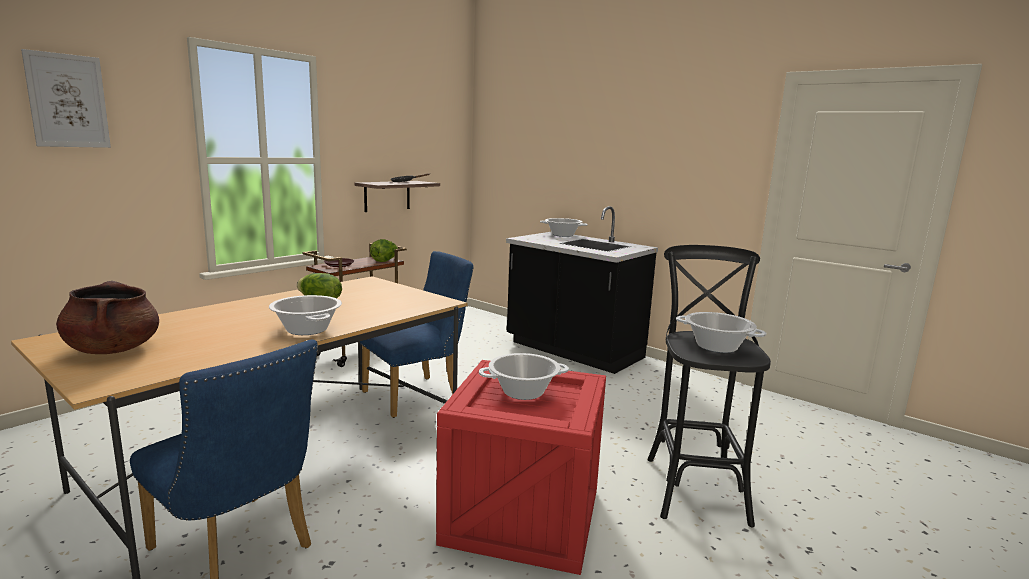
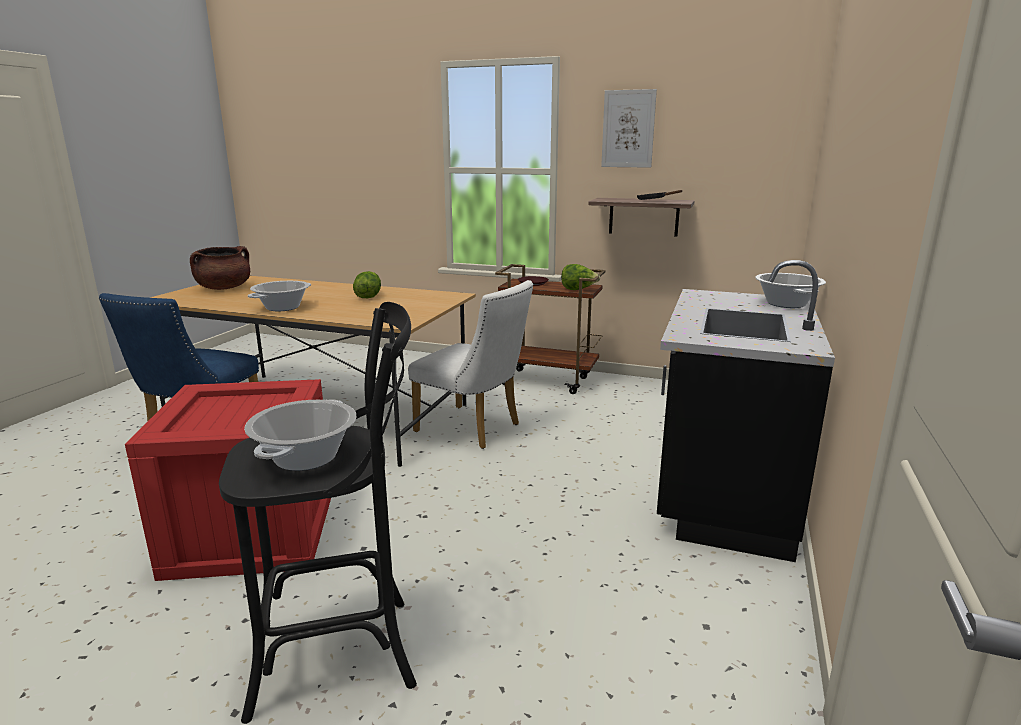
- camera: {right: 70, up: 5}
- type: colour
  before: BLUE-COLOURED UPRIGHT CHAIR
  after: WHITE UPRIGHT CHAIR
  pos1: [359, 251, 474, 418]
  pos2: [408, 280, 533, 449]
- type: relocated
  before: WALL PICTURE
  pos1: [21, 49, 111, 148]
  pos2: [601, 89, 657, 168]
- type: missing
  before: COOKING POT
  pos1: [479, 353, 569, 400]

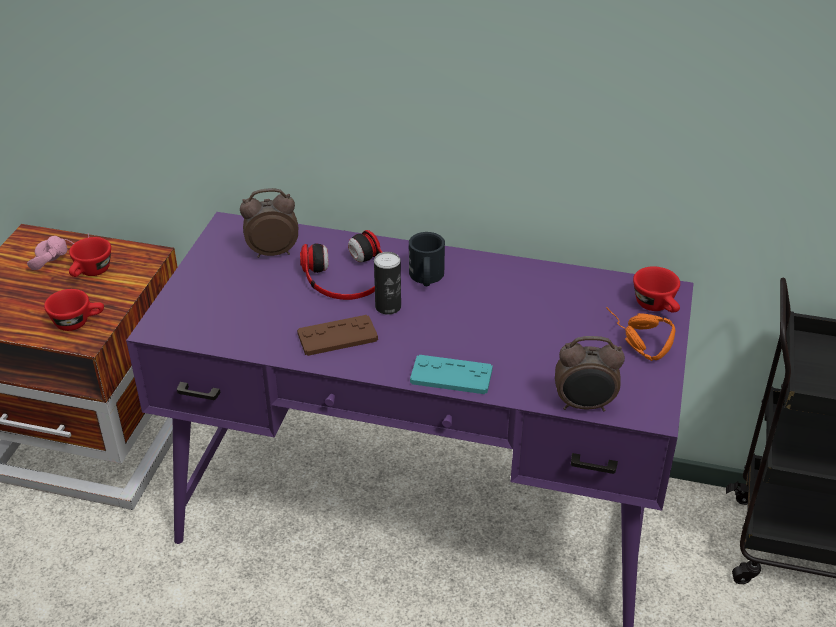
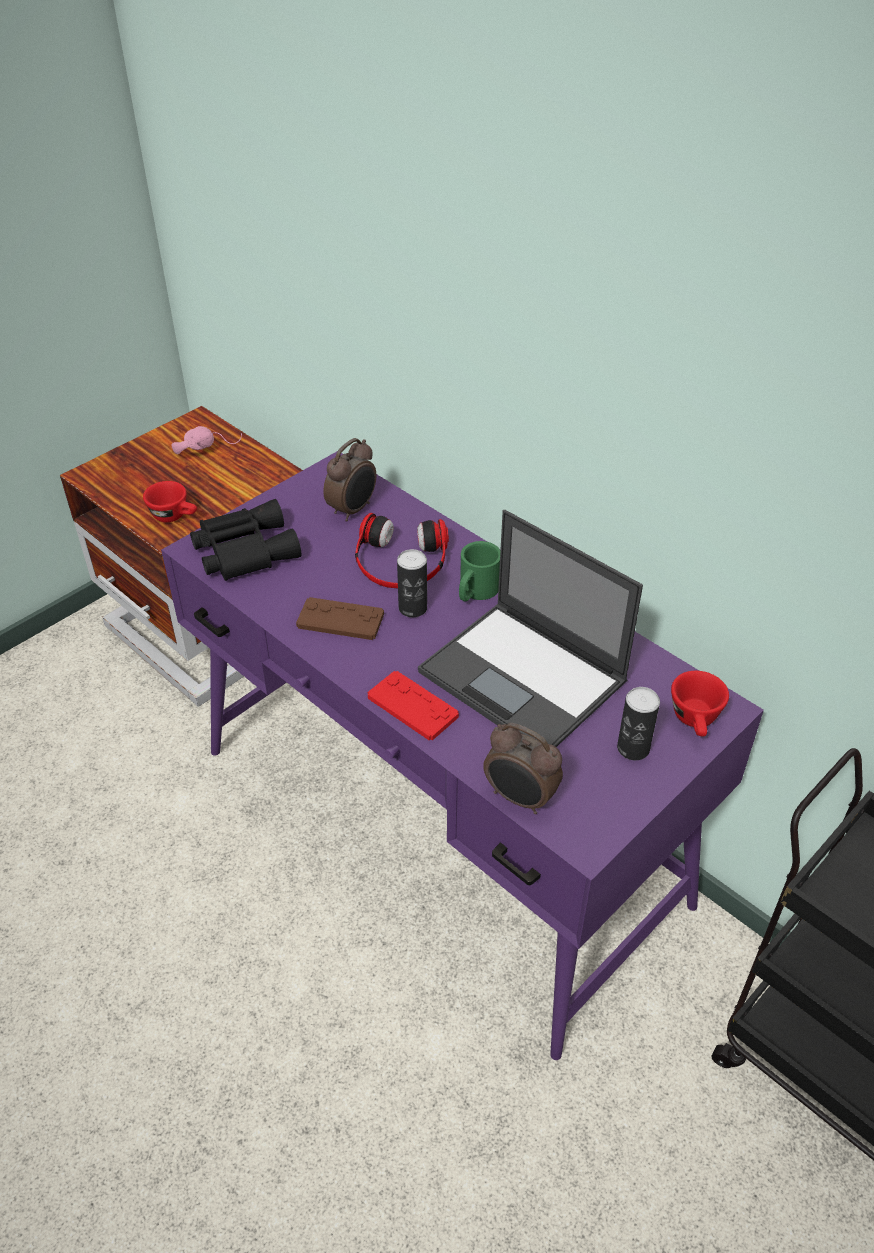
- camera: {right: 30, up: 5}
- type: appeared
  after: BLACK FIELD GLASSES
  pos2: [190, 499, 301, 581]
- type: spun
  before: TABLE CLOCK
  pos1: [240, 188, 298, 258]
  pos2: [323, 438, 376, 522]
  turn: 105
- type: colour
  before: TURQUOISE-COLOURED GAME CONTROLLER
  after: RED-COLOURED GAME CONTROLLER
  pos1: [410, 355, 493, 394]
  pos2: [368, 671, 459, 741]
- type: appeared
  after: NOTEBOOK COMPUTER
  pos2: [418, 510, 643, 747]
- type: colour
  before: BLACK TEA MUG
  after: GREEN-COLOURED TEA MUG
  pos1: [409, 232, 445, 286]
  pos2: [459, 541, 500, 602]
- type: exchanged
  before: ORANGE PAIR OF HEADPHONES
  after: SEALED CAN
  pos1: [606, 307, 675, 361]
  pos2: [617, 687, 660, 760]
- type: missing
  before: RED-COLOURED CUP
  pos1: [69, 237, 111, 277]

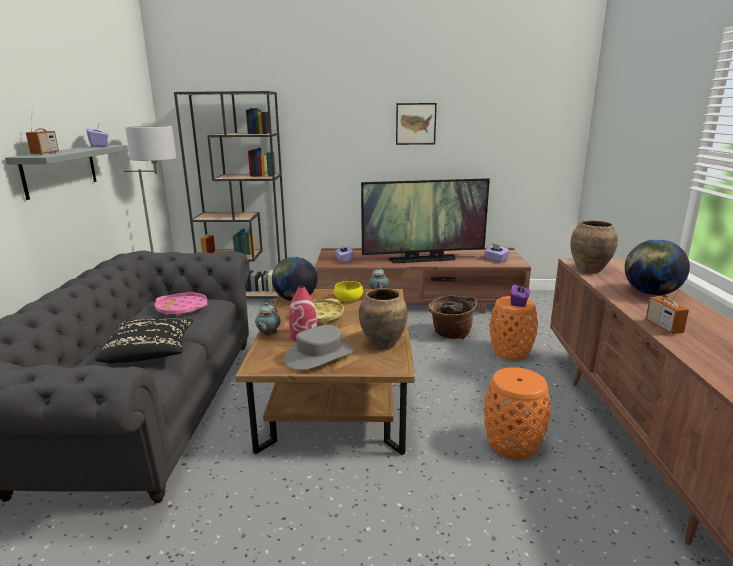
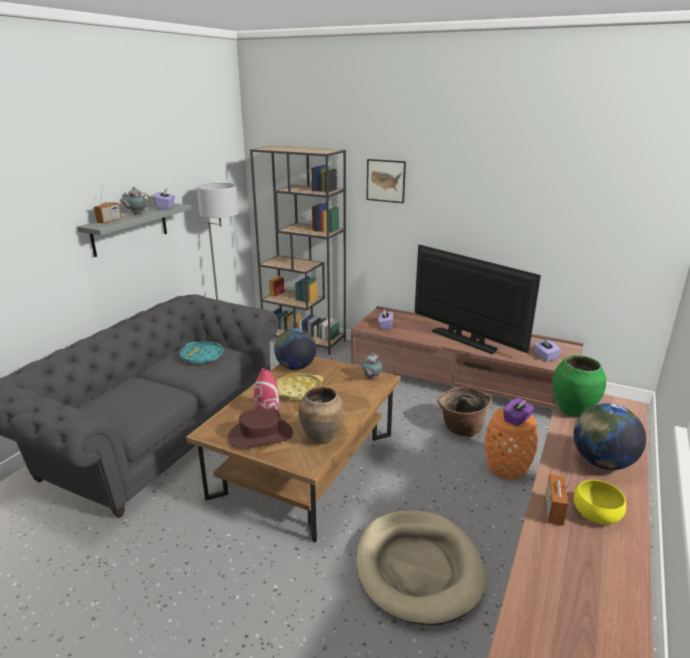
- camera: {right: 25, up: 5}
- type: relocated
  before: TEA POT
  pos1: [255, 303, 281, 336]
  pos2: [120, 187, 150, 215]
- type: colour
  before: PINK TRAY
  after: TURQUOISE-COLOURED TRAY
  pos1: [155, 293, 207, 316]
  pos2: [180, 341, 224, 364]
- type: colour
  before: GRAY WEARABLE HAT
  after: BROWNISH WEARABLE HAT
  pos1: [284, 325, 354, 370]
  pos2: [228, 408, 293, 448]
- type: exchanged
  before: ORANGE STOOL SEAT
  after: BEIGE PET BED
  pos1: [484, 367, 550, 460]
  pos2: [356, 511, 485, 625]
- type: relocated
  before: WALL PICTURE
  pos1: [396, 103, 437, 145]
  pos2: [366, 159, 406, 203]
- type: spun
  before: TELEVISION
  pos1: [361, 178, 490, 263]
  pos2: [414, 245, 541, 354]
  turn: -150
- type: colour
  before: BROWNISH VASE
  after: GREEN-COLOURED VASE
  pos1: [570, 220, 618, 273]
  pos2: [552, 355, 606, 417]
- type: relocated
  before: YELLOWISH DEEP DISH
  pos1: [334, 281, 363, 302]
  pos2: [574, 480, 626, 524]
- type: missing
  before: BLACK PILLOW
  pos1: [95, 318, 193, 364]

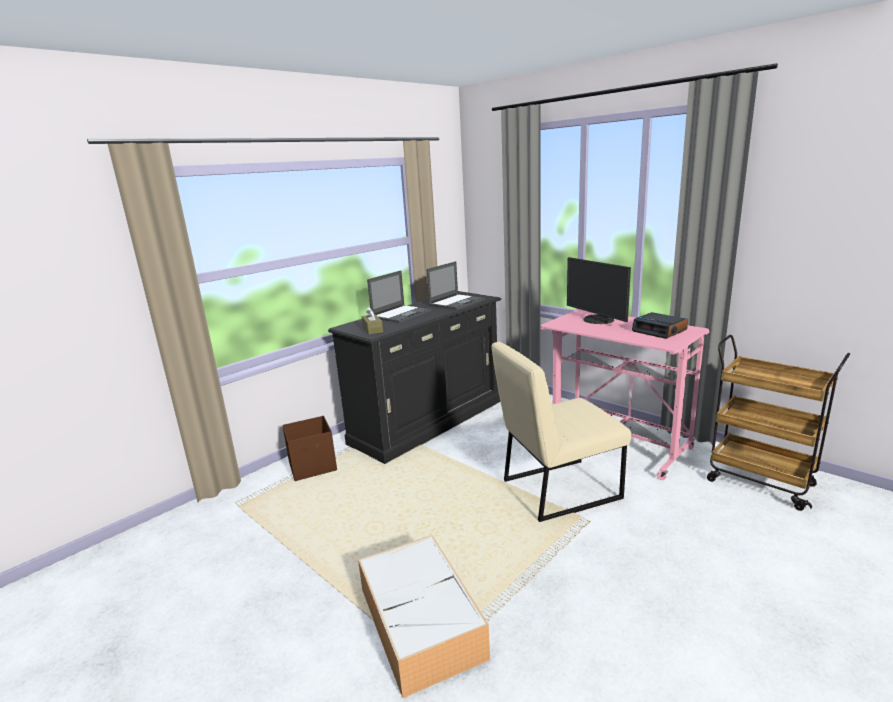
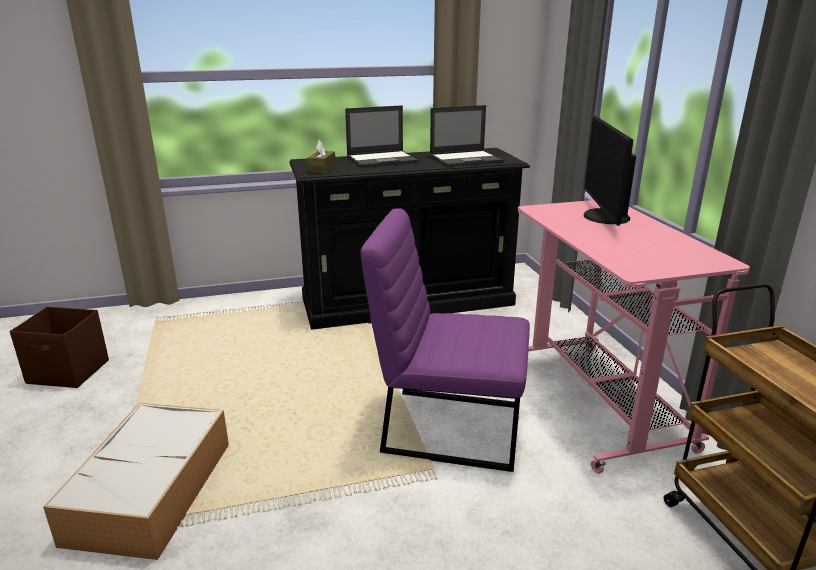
- camera: {right: 30, up: 5}
- type: relocated
  before: BROWNISH STORAGE CONTAINER
  pos1: [283, 416, 337, 481]
  pos2: [10, 307, 109, 388]
- type: colour
  before: BEIGE UPRIGHT CHAIR
  after: PURPLE UPRIGHT CHAIR
  pos1: [491, 342, 631, 522]
  pos2: [360, 208, 530, 472]
- type: missing
  before: TABLE CLOCK
  pos1: [632, 312, 688, 339]

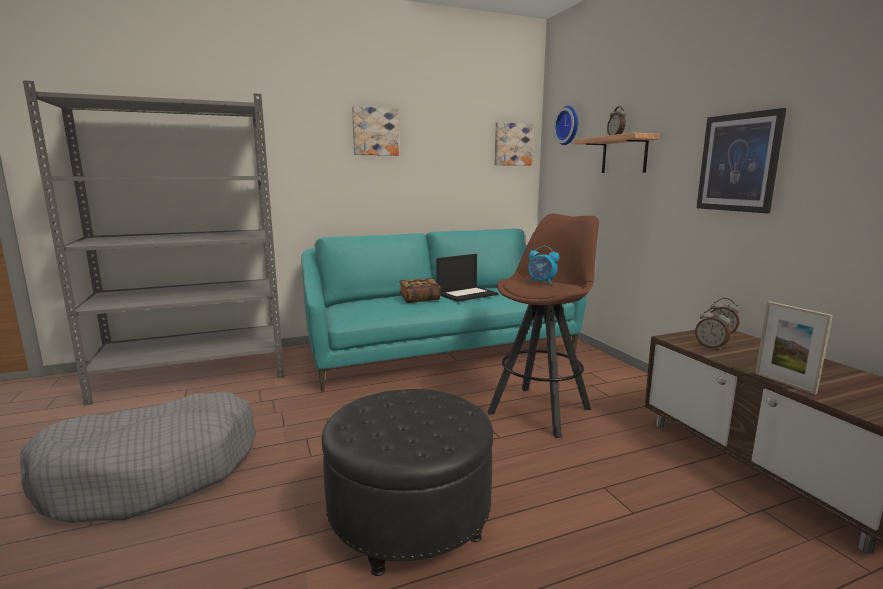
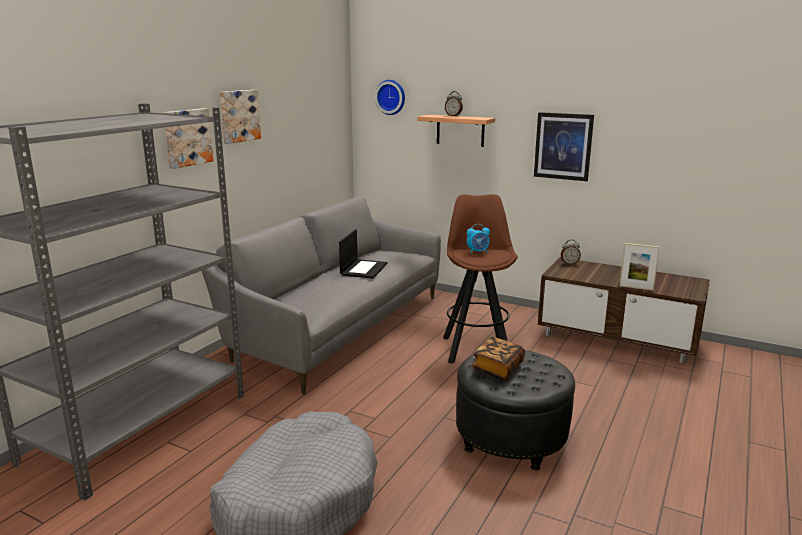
- camera: {right: -40, up: 5}
- type: relocated
  before: WALL PICTURE
  pos1: [495, 122, 533, 166]
  pos2: [163, 108, 214, 169]
- type: colour
  before: TURQUOISE-COLOURED SOFA
  after: GRAY SOFA
  pos1: [301, 229, 587, 392]
  pos2: [202, 196, 441, 394]
- type: relocated
  before: VOLUME
  pos1: [399, 278, 441, 303]
  pos2: [472, 337, 525, 380]
- type: missing
  before: TABLE CLOCK
  pos1: [695, 308, 731, 350]

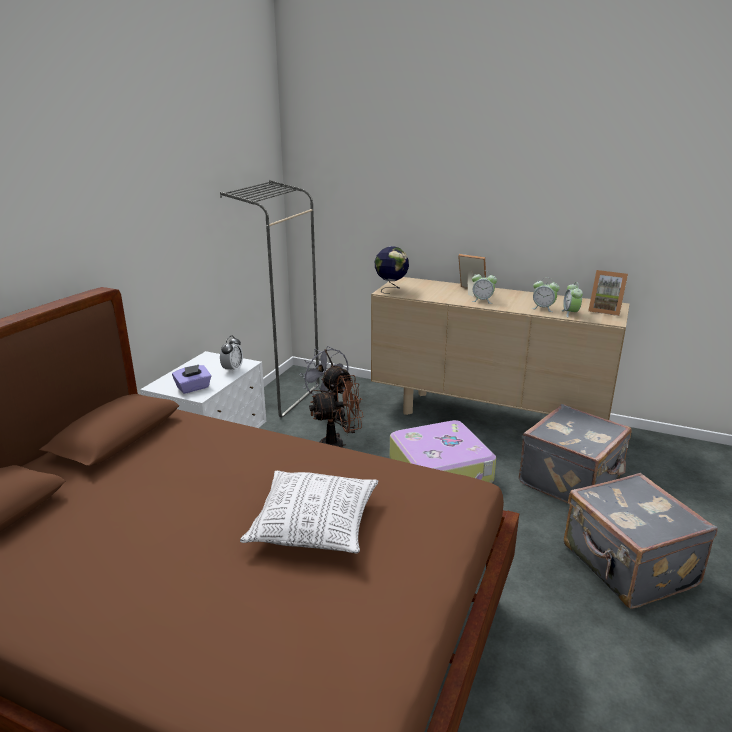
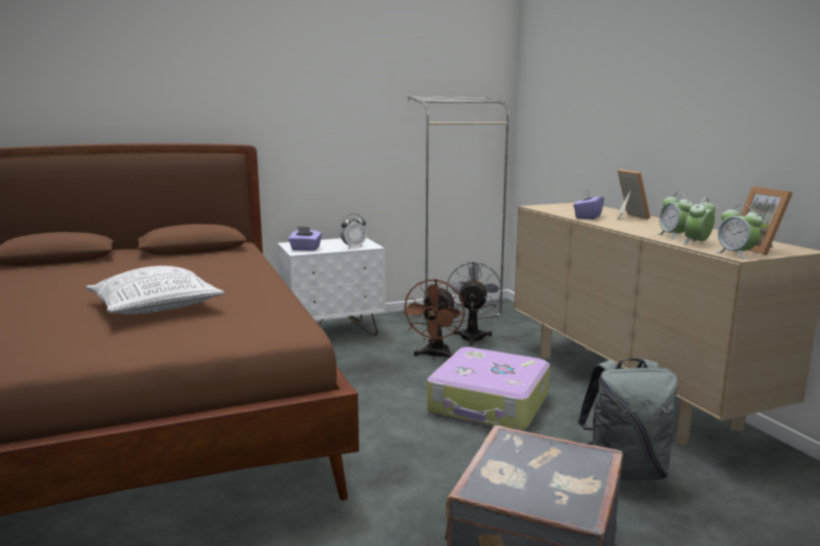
- camera: {right: 45, up: -10}
- type: spun
  before: BROWNISH ELECTRIC FAN
  pos1: [309, 375, 363, 448]
  pos2: [401, 279, 465, 359]
  turn: 75
- type: appeared
  after: PURPLE TISSUE HOLDER
  pos2: [573, 189, 604, 219]
- type: exchanged
  before: GRAY TRAVEL CASE
  after: GRAY BACKPACK
  pos1: [519, 404, 632, 504]
  pos2: [577, 359, 678, 481]
- type: relocated
  before: TABLE CLOCK
  pos1: [471, 271, 497, 304]
  pos2: [715, 204, 763, 259]
- type: missing
  before: GLOBE
  pos1: [375, 246, 409, 294]

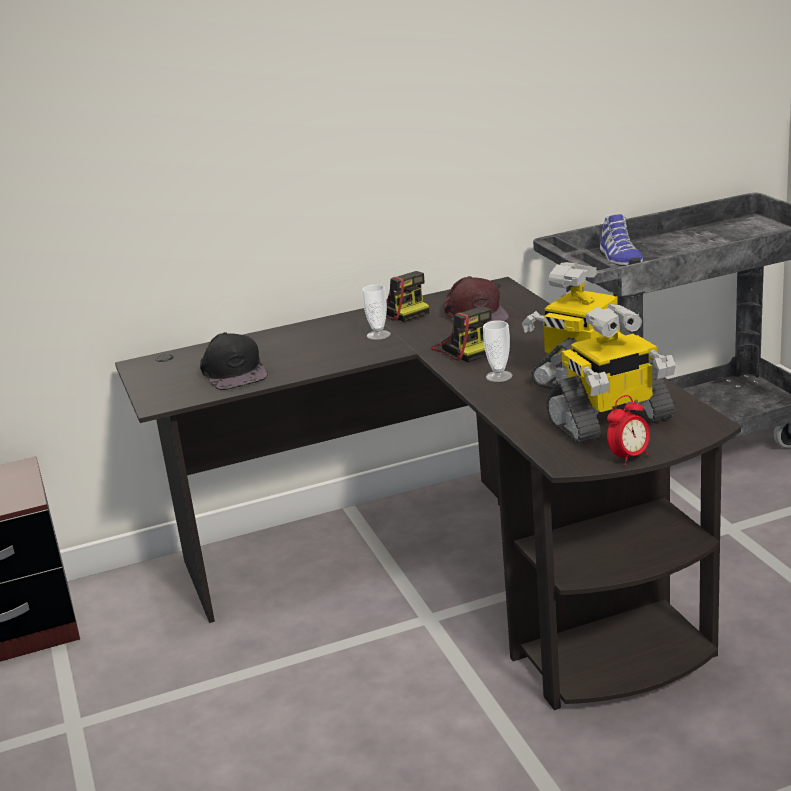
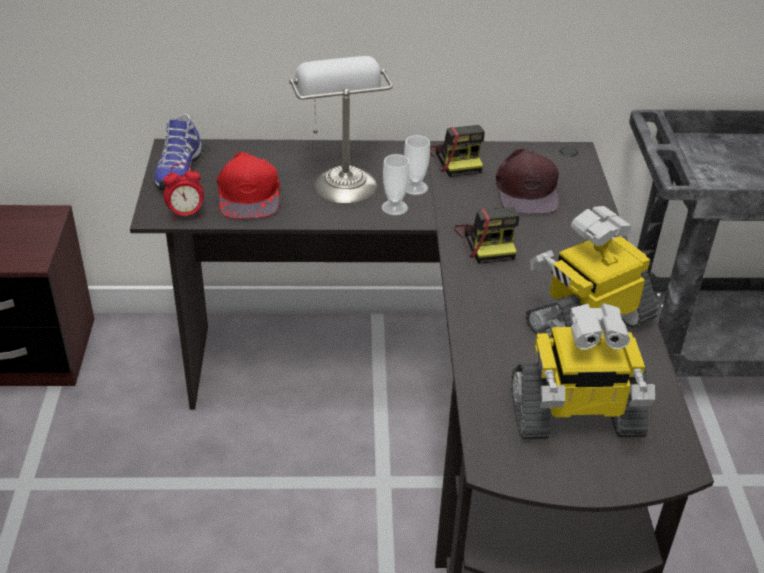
- camera: {right: 15, up: 15}
- type: relocated
  before: ITEM OF FOOTWEAR
  pos1: [600, 214, 643, 266]
  pos2: [154, 114, 202, 191]
- type: relocated
  before: TABLE CLOCK
  pos1: [607, 395, 650, 465]
  pos2: [163, 163, 204, 221]
- type: colour
  before: BLACK BASEBALL CAP
  after: RED-COLOURED BASEBALL CAP
  pos1: [200, 332, 268, 390]
  pos2: [216, 152, 280, 219]
- type: appeared
  after: WHITE TABLETOP LAMP
  pos2: [289, 56, 393, 203]
- type: relocated
  before: CUP
  pos1: [483, 321, 512, 382]
  pos2: [381, 154, 410, 215]

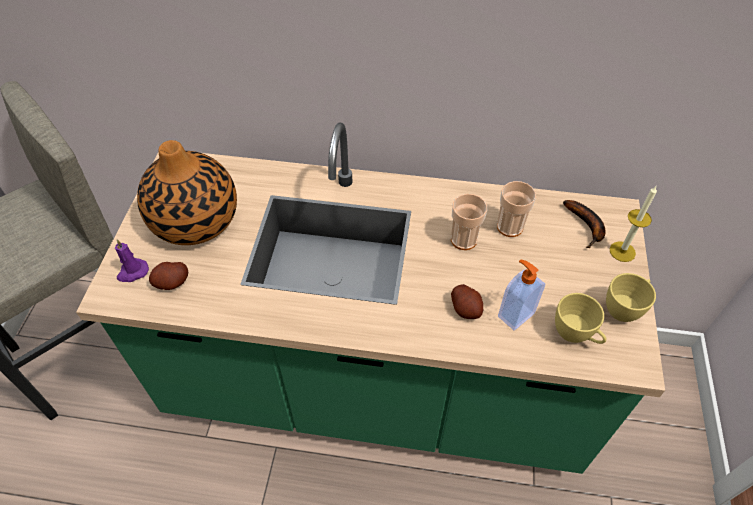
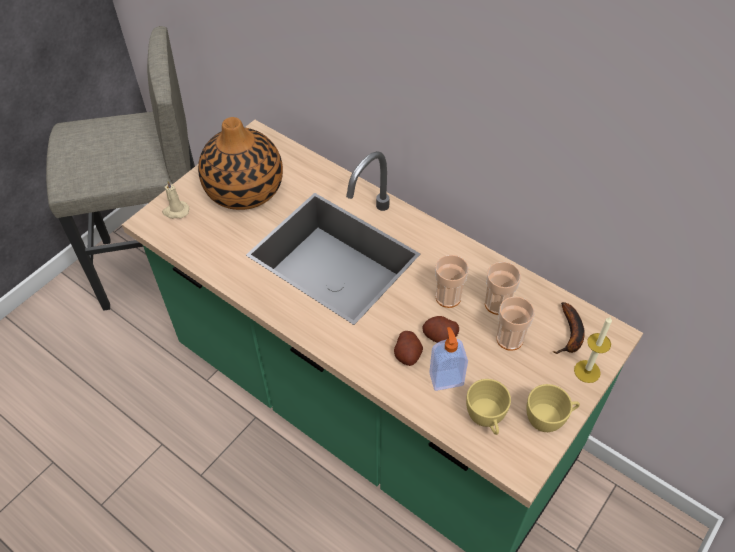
- camera: {right: 30, up: 0}
- type: colour
  before: PURPLE CANDLE
  after: BEIGE CANDLE
  pos1: [115, 239, 149, 282]
  pos2: [162, 180, 189, 219]
- type: relocated
  before: POTATO
  pos1: [149, 262, 188, 290]
  pos2: [422, 316, 459, 343]
- type: appeared
  after: CUP
  pos2: [497, 297, 534, 351]

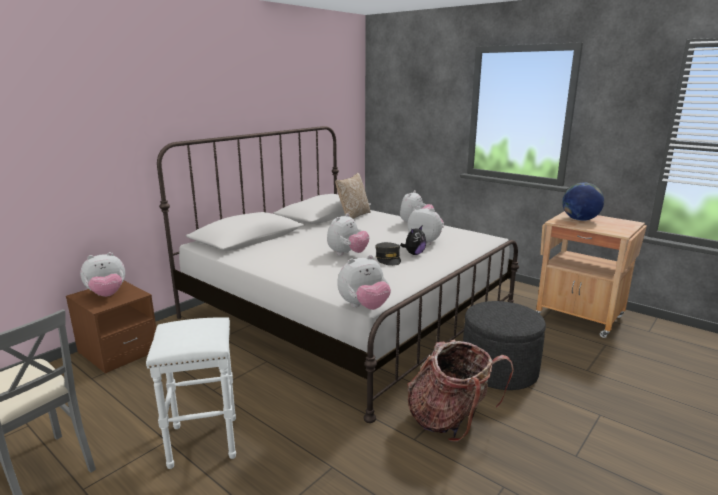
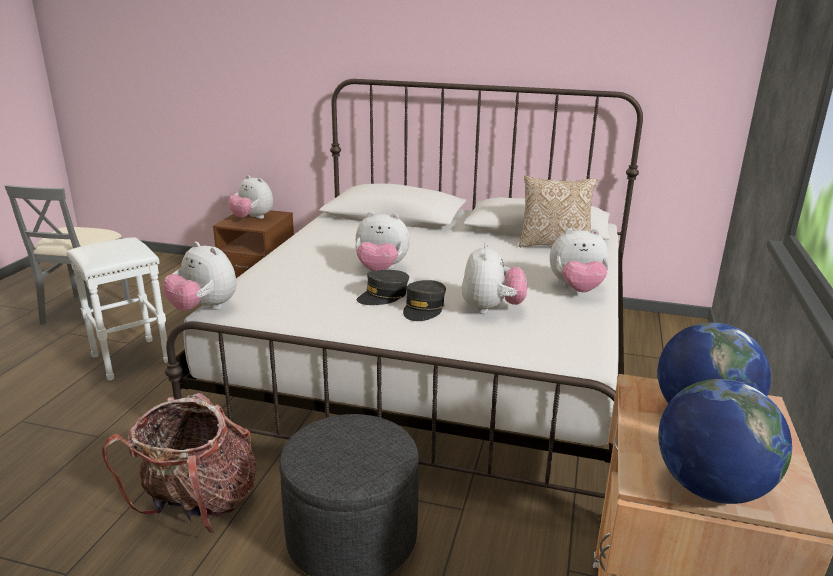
- camera: {right: 65, up: 5}
- type: exchanged
  before: PLUSH TOY
  after: GRAY BASEBALL CAP
  pos1: [400, 226, 426, 255]
  pos2: [403, 280, 446, 321]
- type: appeared
  after: GLOBE
  pos2: [658, 379, 792, 504]

